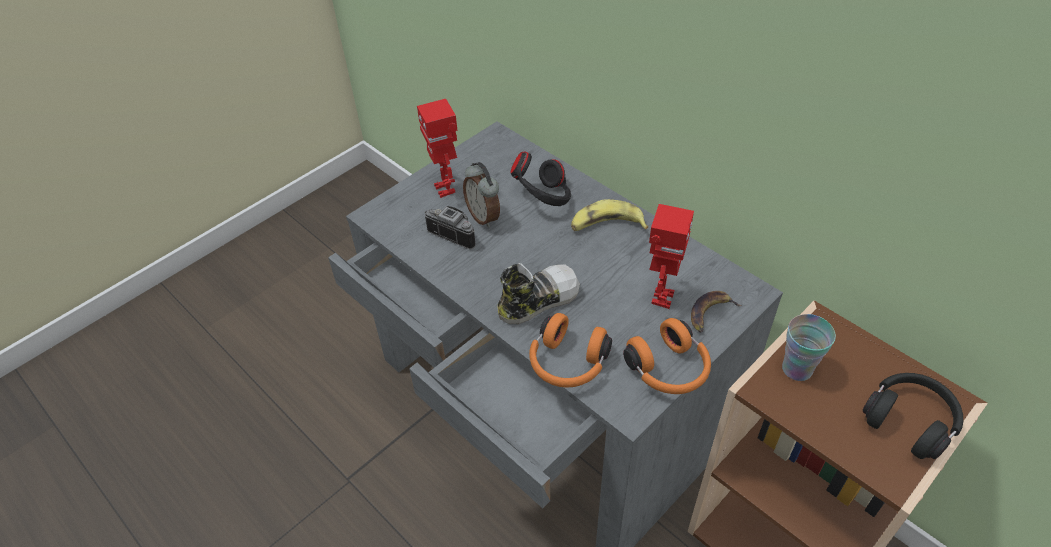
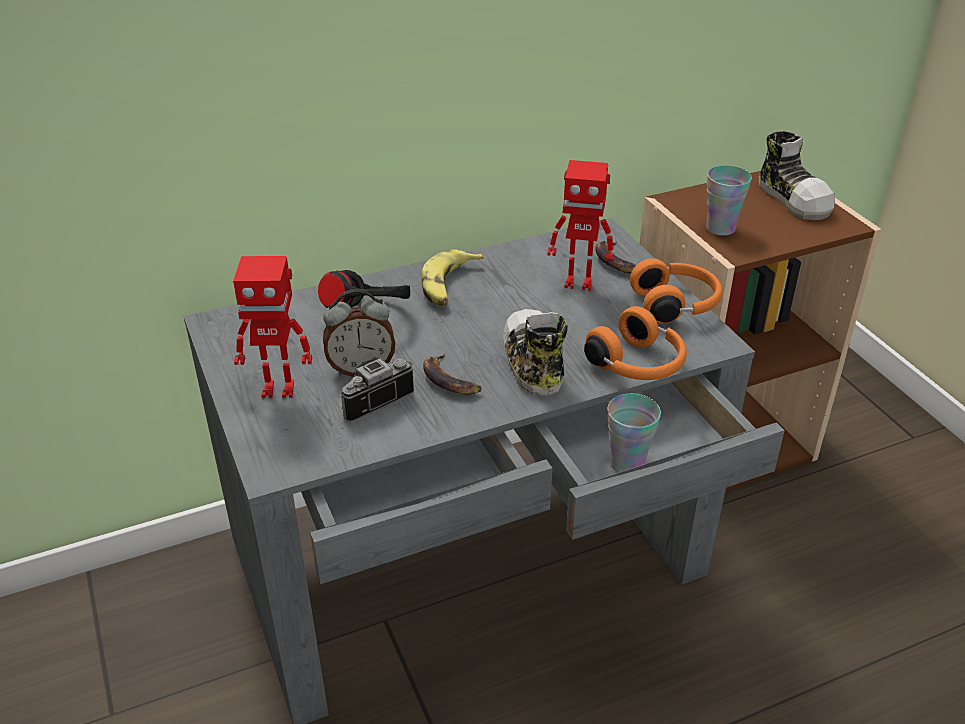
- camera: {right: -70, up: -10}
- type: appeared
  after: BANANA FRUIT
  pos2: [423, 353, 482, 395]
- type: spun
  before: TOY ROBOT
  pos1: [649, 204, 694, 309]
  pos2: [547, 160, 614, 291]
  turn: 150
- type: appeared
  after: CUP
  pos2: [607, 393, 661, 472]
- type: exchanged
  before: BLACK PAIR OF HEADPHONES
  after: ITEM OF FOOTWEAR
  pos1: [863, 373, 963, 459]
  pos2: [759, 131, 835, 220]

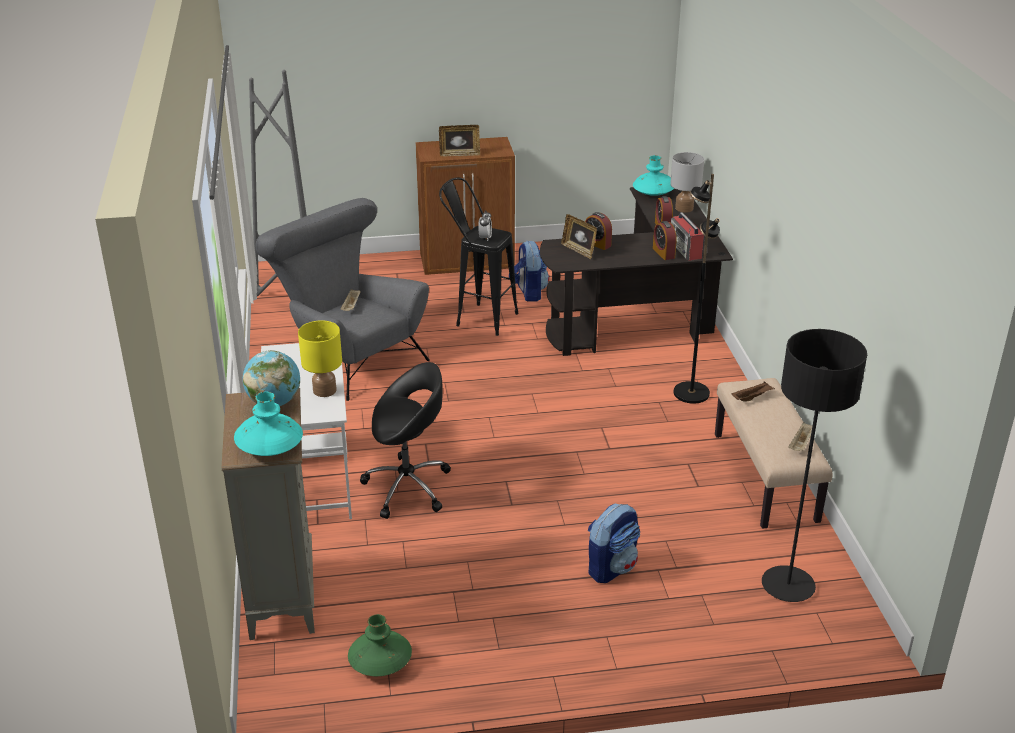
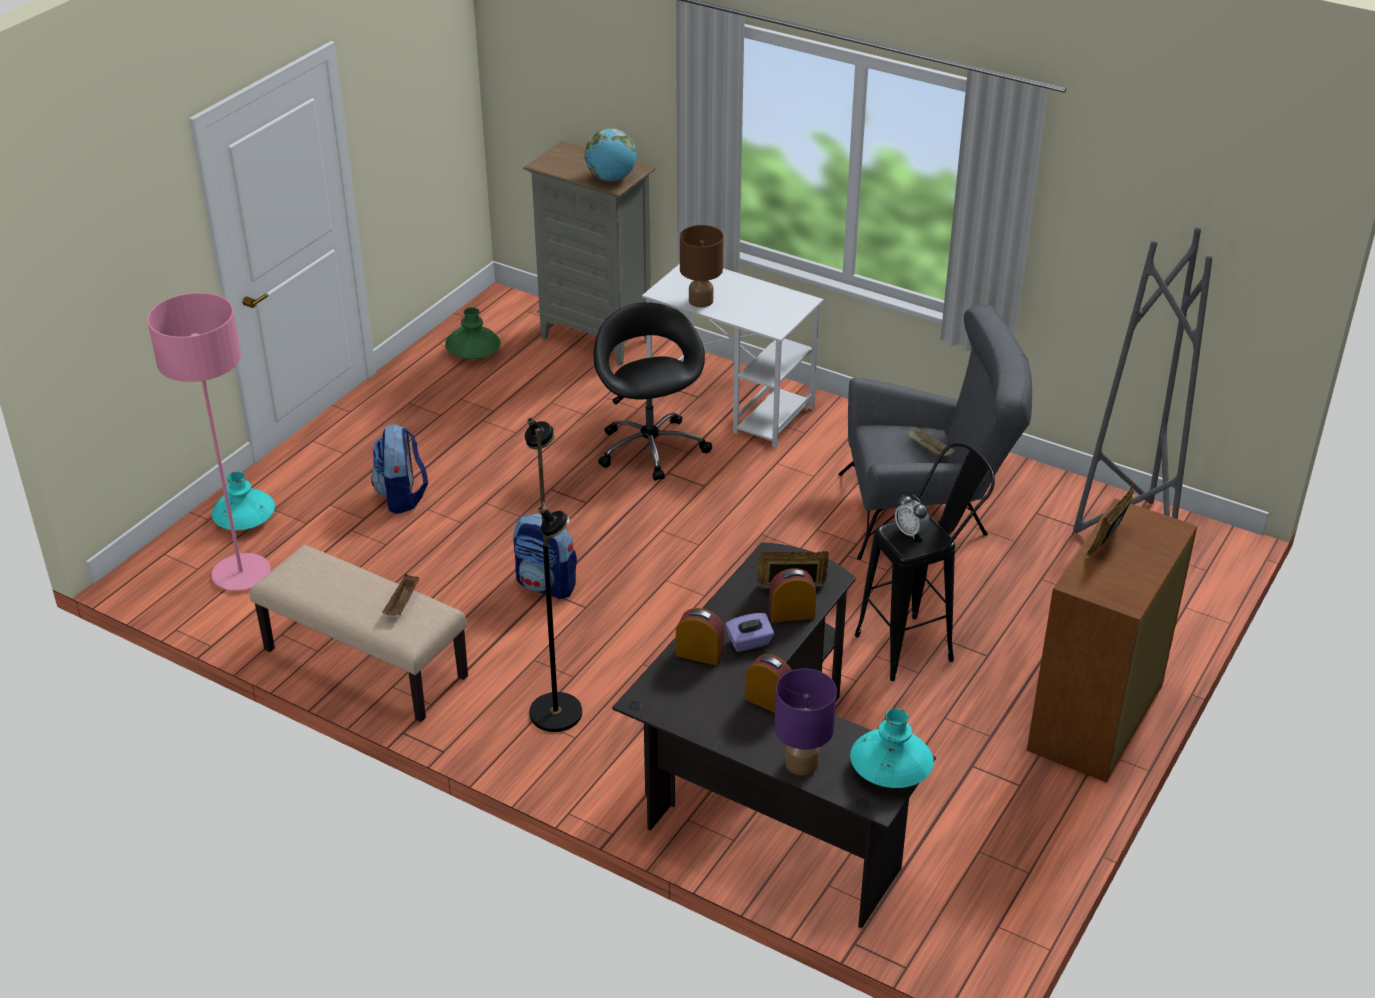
- camera: {right: 130, up: 5}
- type: colour
  before: BLACK FLOOR LAMP
  after: PINK FLOOR LAMP
  pos1: [762, 329, 867, 602]
  pos2: [147, 293, 271, 591]
- type: relocated
  before: TURQUOISE-COLOURED VASE
  pos1: [234, 392, 303, 456]
  pos2: [212, 471, 275, 530]
- type: relocated
  before: BACKPACK
  pos1: [509, 241, 549, 302]
  pos2: [514, 513, 577, 599]
- type: spun
  before: BLACK OFFICE CHAIR
  pos1: [360, 362, 451, 519]
  pos2: [593, 303, 712, 481]
  turn: 120
- type: colour
  before: YELLOWISH TABLETOP LAMP
  after: BROWNISH TABLETOP LAMP
  pos1: [298, 320, 342, 397]
  pos2: [680, 225, 723, 307]
- type: appeared
  after: PURPLE TISSUE HOLDER
  pos2: [725, 613, 774, 652]
- type: colour
  before: GRAY TABLETOP LAMP
  after: PURPLE TABLETOP LAMP
  pos1: [670, 152, 704, 213]
  pos2: [774, 669, 837, 776]
- type: missing
  before: RADIO SET
  pos1: [671, 212, 705, 261]
- type: missing
  before: BEIGE TRAY
  pos1: [788, 422, 813, 451]

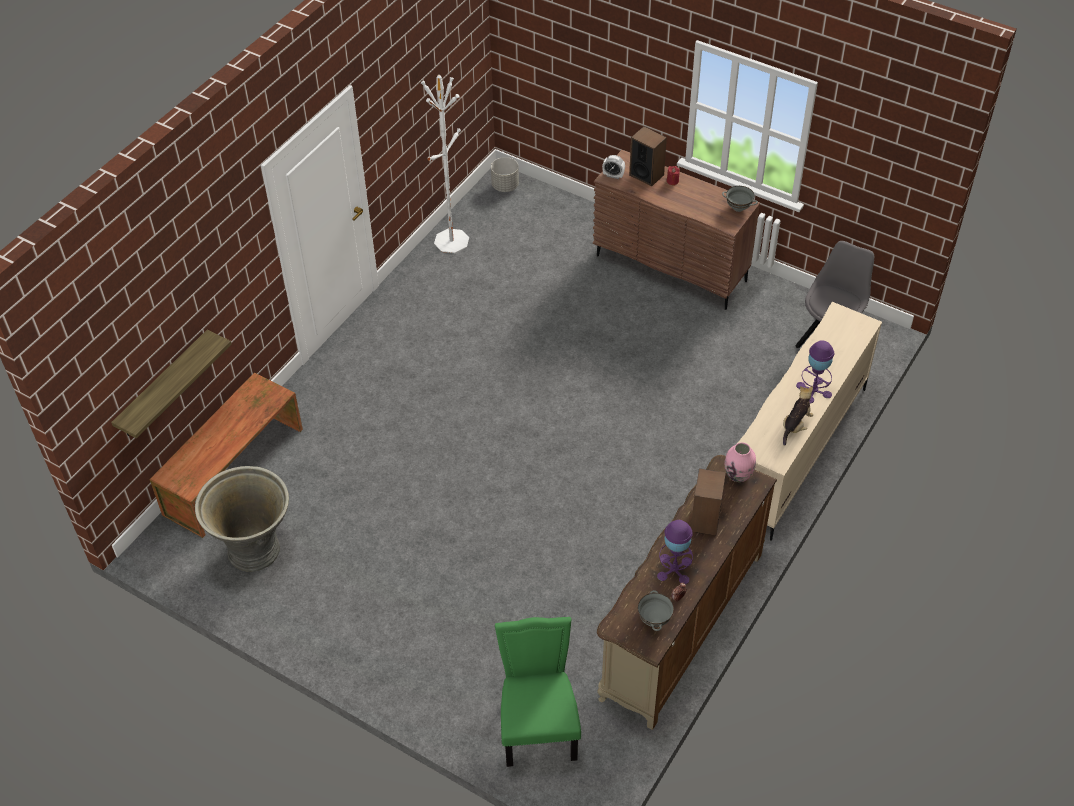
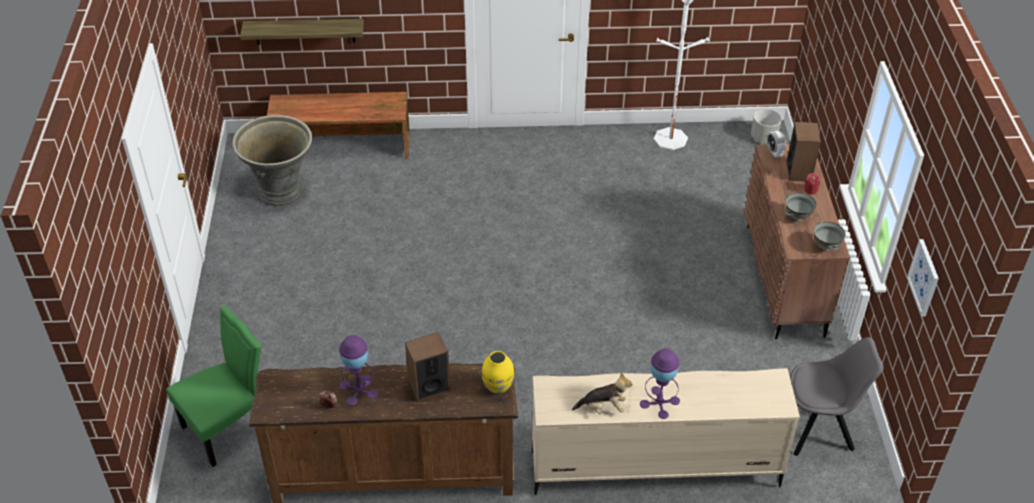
- camera: {right: 55, up: -5}
- type: colour
  before: PINK VASE
  after: YELLOWISH VASE
  pos1: [725, 442, 756, 482]
  pos2: [481, 351, 514, 394]
- type: relocated
  before: GRAY DEEP DISH
  pos1: [638, 590, 674, 631]
  pos2: [785, 193, 816, 221]
- type: appeared
  after: WALL PICTURE
  pos2: [907, 239, 939, 317]

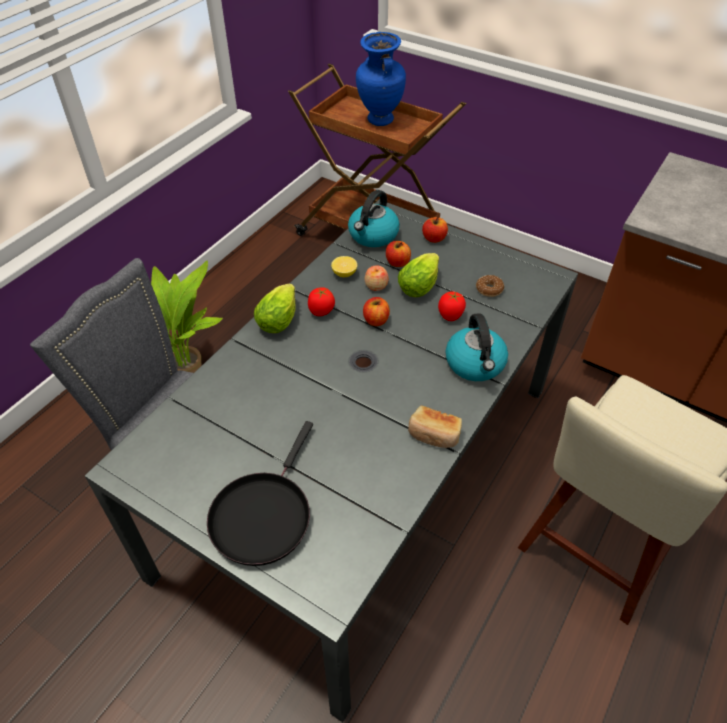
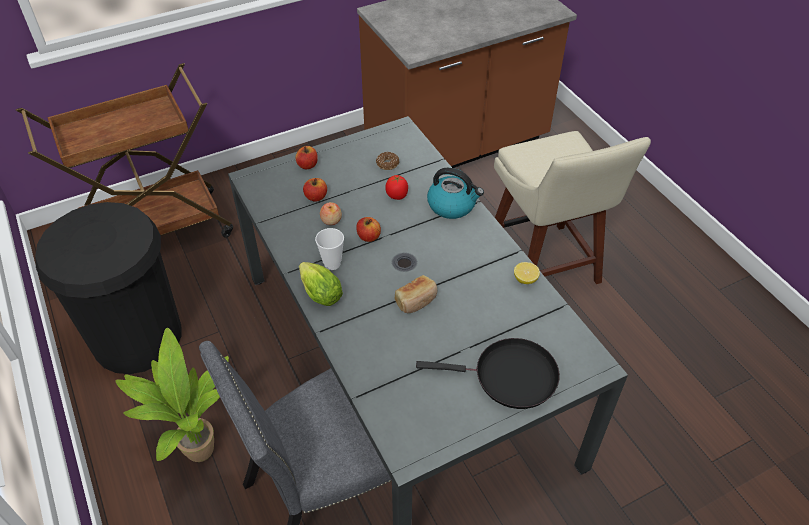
- camera: {right: -60, up: 0}
- type: appeared
  after: BLACK TRASH CAN
  pos2: [35, 202, 182, 374]
- type: exchanged
  before: TOMATO
  after: CUP
  pos1: [308, 287, 335, 316]
  pos2: [315, 228, 344, 270]
- type: relocated
  before: BAKED BREAD
  pos1: [408, 406, 462, 448]
  pos2: [395, 275, 437, 313]
- type: spun
  before: BLACK PAN
  pos1: [207, 421, 313, 566]
  pos2: [416, 338, 560, 409]
  turn: -45
- type: relocated
  before: CITRUS FRUIT
  pos1: [331, 256, 357, 277]
  pos2: [514, 262, 540, 284]
- type: missing
  before: WATER KETTLE
  pos1: [348, 190, 400, 247]
- type: missing
  before: BLUE-COLOURED VASE
  pos1: [356, 32, 406, 126]
- type: missing
  before: HEAD OF LETTUCE
  pos1: [398, 253, 439, 297]

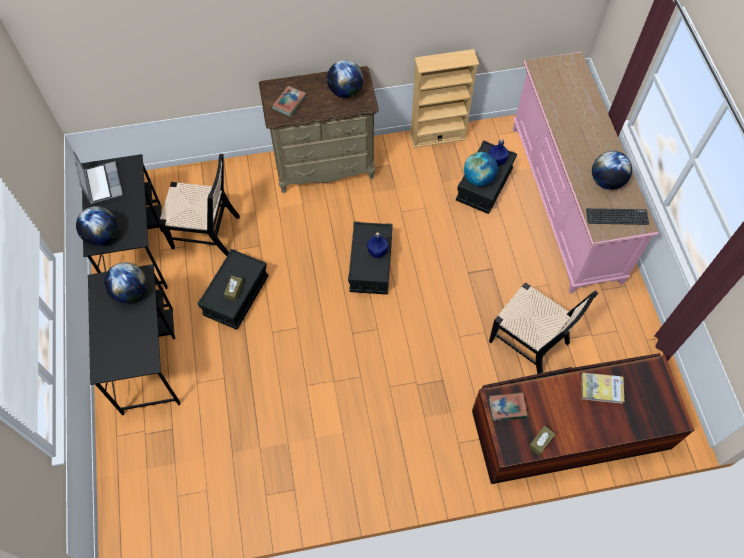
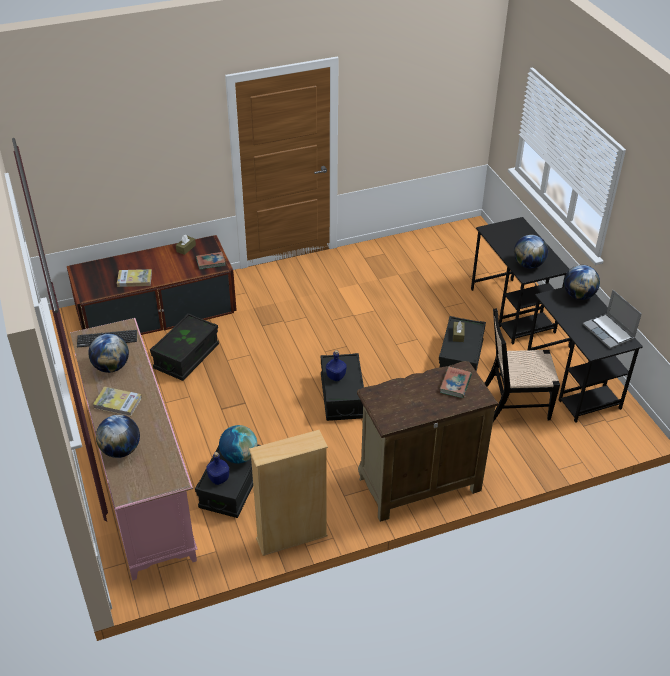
- camera: {right: 170, up: -20}
- type: appeared
  after: VOLUME
  pos2: [93, 387, 142, 416]
- type: relocated
  before: GLOBE
  pos1: [327, 60, 364, 98]
  pos2: [96, 415, 140, 458]
- type: exchanged
  before: UPRIGHT CHAIR
  after: BLACK STORAGE CONTAINER
  pos1: [489, 282, 598, 374]
  pos2: [150, 313, 219, 381]

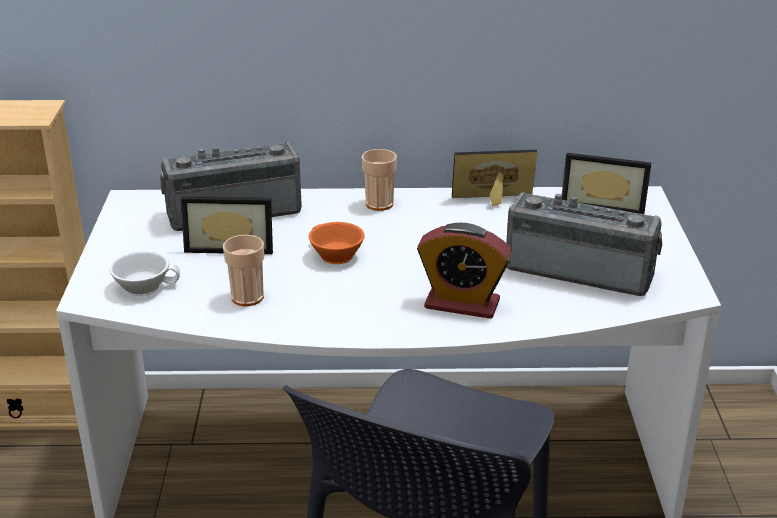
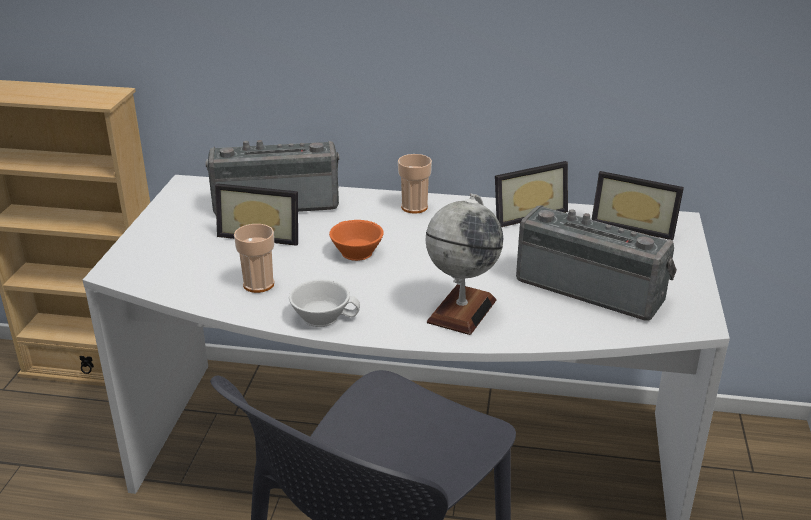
- camera: {right: 10, up: 0}
- type: relocated
  before: WHITE CUP
  pos1: [109, 251, 180, 296]
  pos2: [289, 279, 360, 327]
- type: exchanged
  before: TABLE CLOCK
  after: GLOBE
  pos1: [417, 223, 512, 319]
  pos2: [426, 193, 503, 335]
- type: spun
  before: PHOTO FRAME
  pos1: [452, 150, 537, 207]
  pos2: [495, 161, 568, 227]
  turn: 150

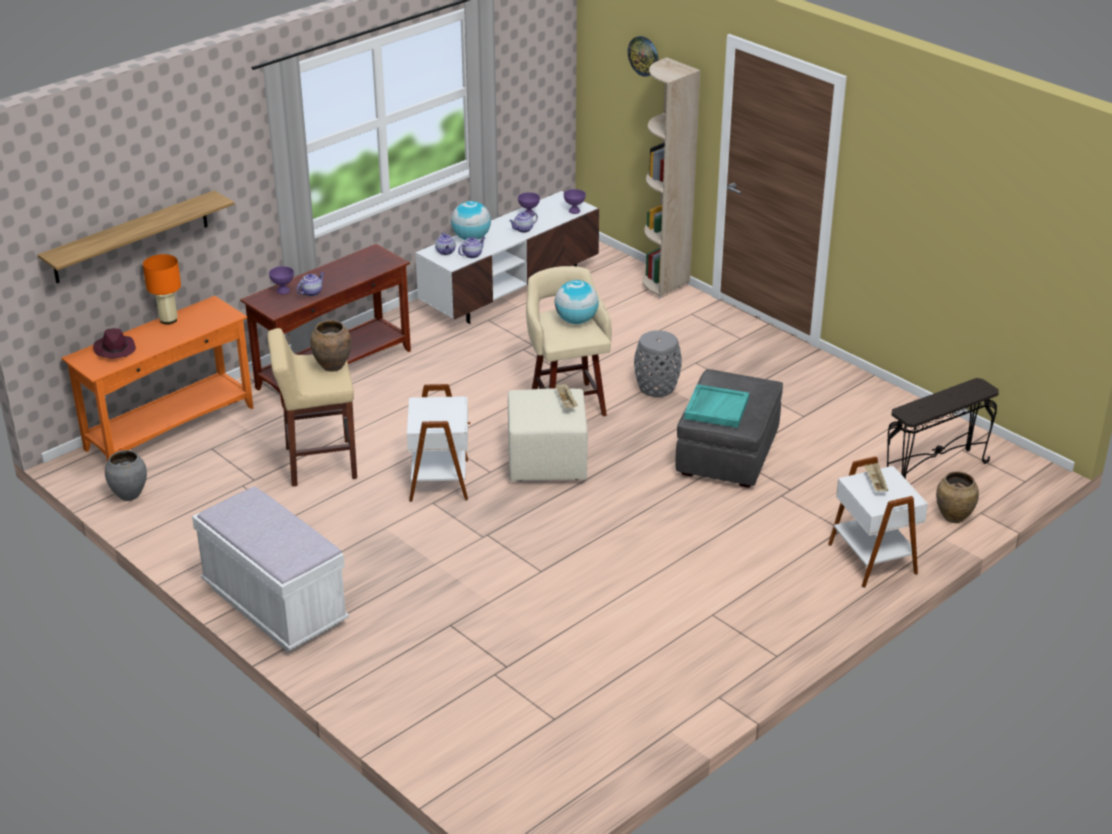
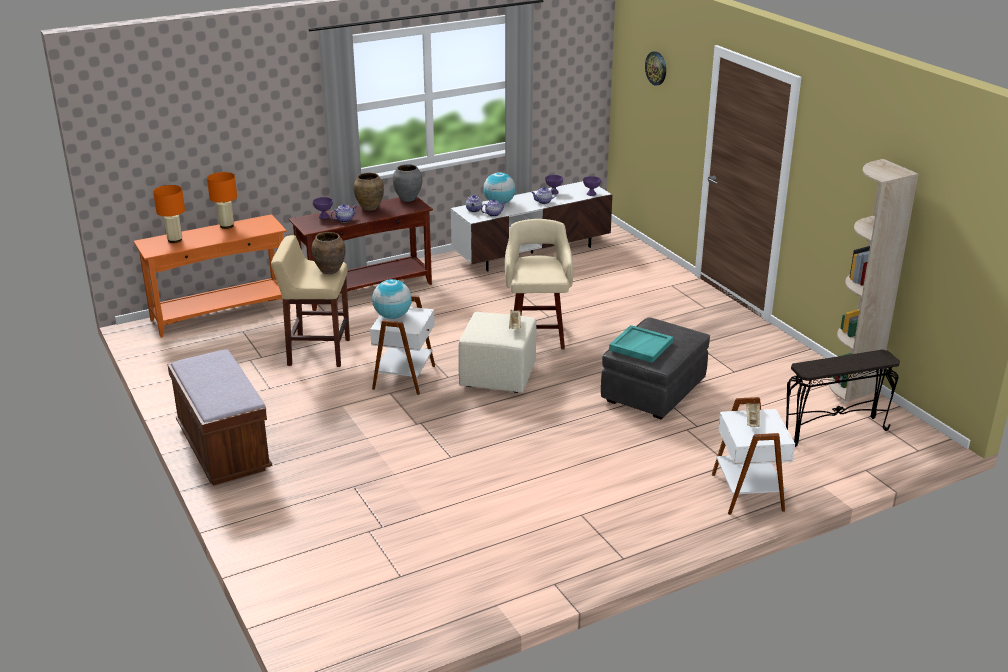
- camera: {right: 15, up: -5}
- type: exchanged
  before: PURPLE WEARABLE HAT
  after: ORANGE TABLETOP LAMP
  pos1: [93, 328, 136, 358]
  pos2: [153, 185, 185, 243]
- type: colour
  before: WHITE BENCH
  after: BROWNISH BENCH
  pos1: [192, 487, 349, 652]
  pos2: [167, 350, 272, 486]
- type: relocated
  before: BROWNISH VASE
  pos1: [936, 471, 979, 523]
  pos2: [354, 173, 384, 211]
- type: relocated
  before: GLOBE
  pos1: [555, 280, 599, 324]
  pos2: [372, 279, 412, 319]
- type: relocated
  before: GRAY VASE
  pos1: [105, 450, 147, 501]
  pos2: [393, 164, 422, 202]
- type: relocated
  before: BEIGE BOOKSHELF
  pos1: [642, 58, 700, 297]
  pos2: [829, 159, 918, 403]
- type: missing
  before: SHELF
  pos1: [38, 190, 234, 283]
- type: missing
  before: GRAY STOOL SEAT
  pos1: [634, 330, 682, 397]

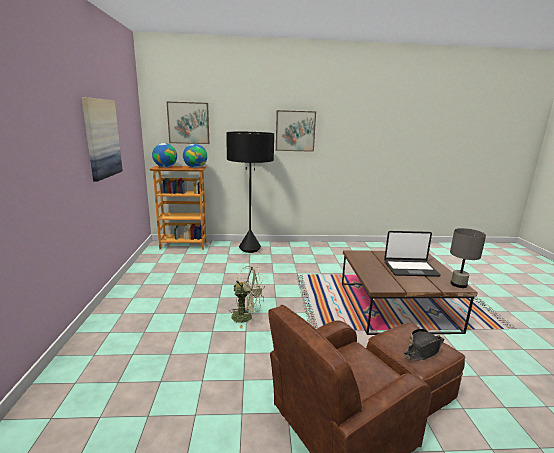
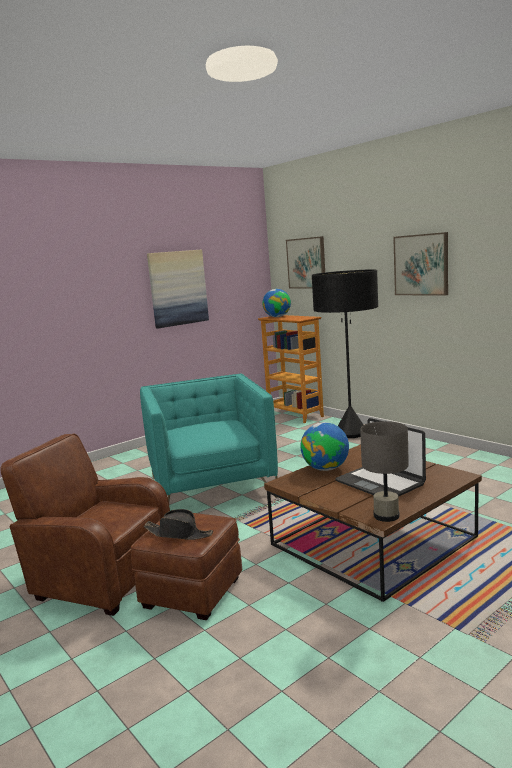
- camera: {right: 55, up: -5}
- type: exchanged
  before: GREEN-COLOURED ELECTRIC FAN
  after: TURQUOISE-COLOURED LOUNGE CHAIR
  pos1: [229, 266, 264, 328]
  pos2: [140, 374, 278, 501]
- type: relocated
  before: GLOBE
  pos1: [183, 144, 207, 168]
  pos2: [300, 422, 349, 471]

